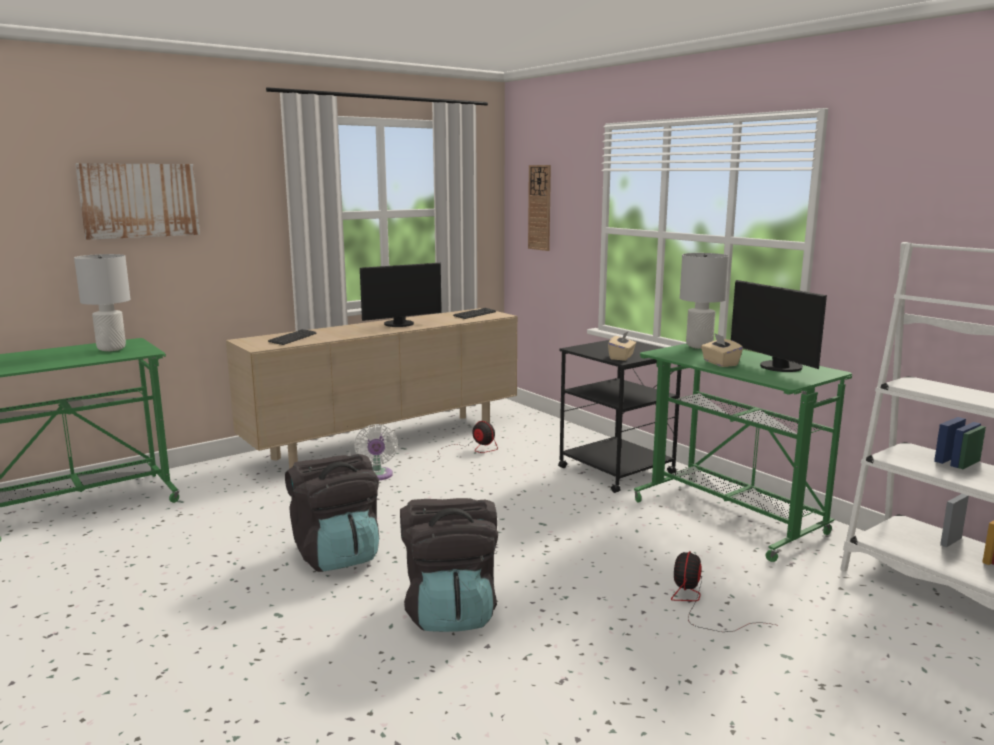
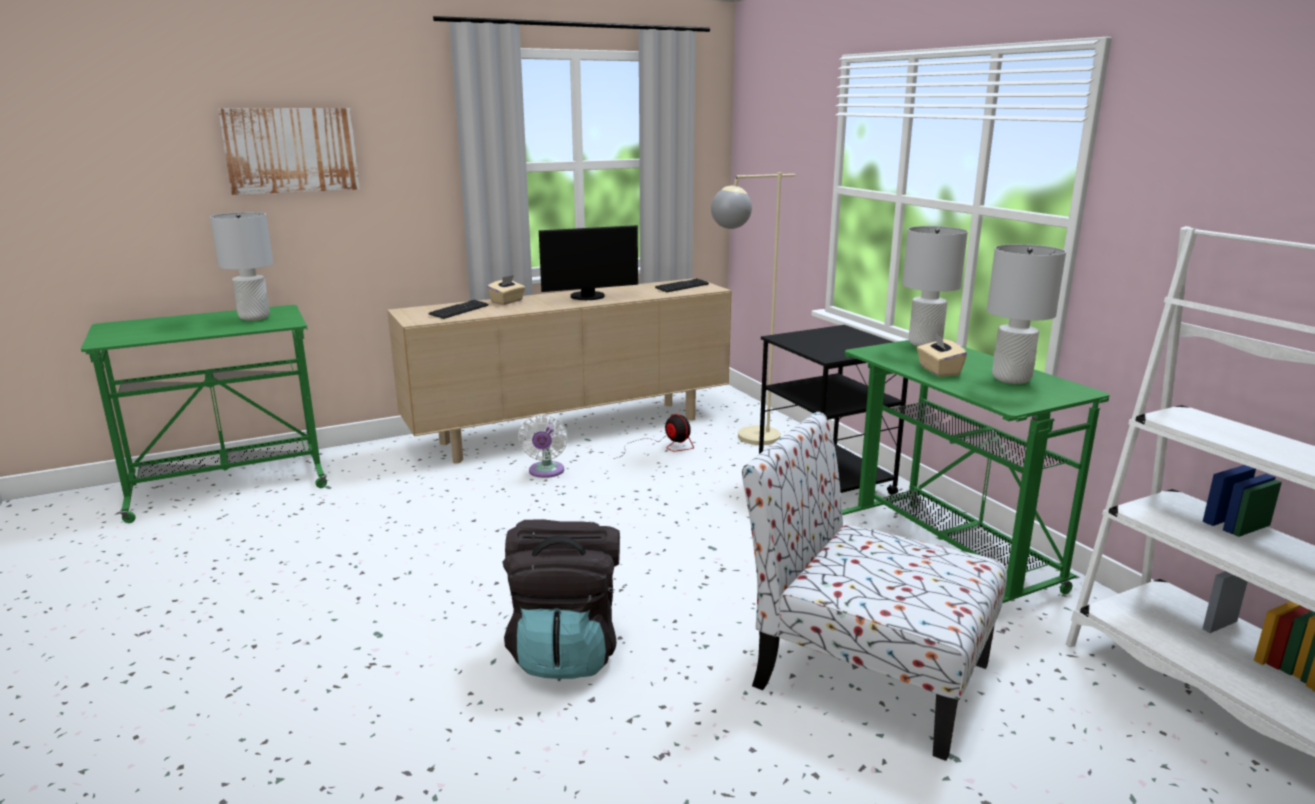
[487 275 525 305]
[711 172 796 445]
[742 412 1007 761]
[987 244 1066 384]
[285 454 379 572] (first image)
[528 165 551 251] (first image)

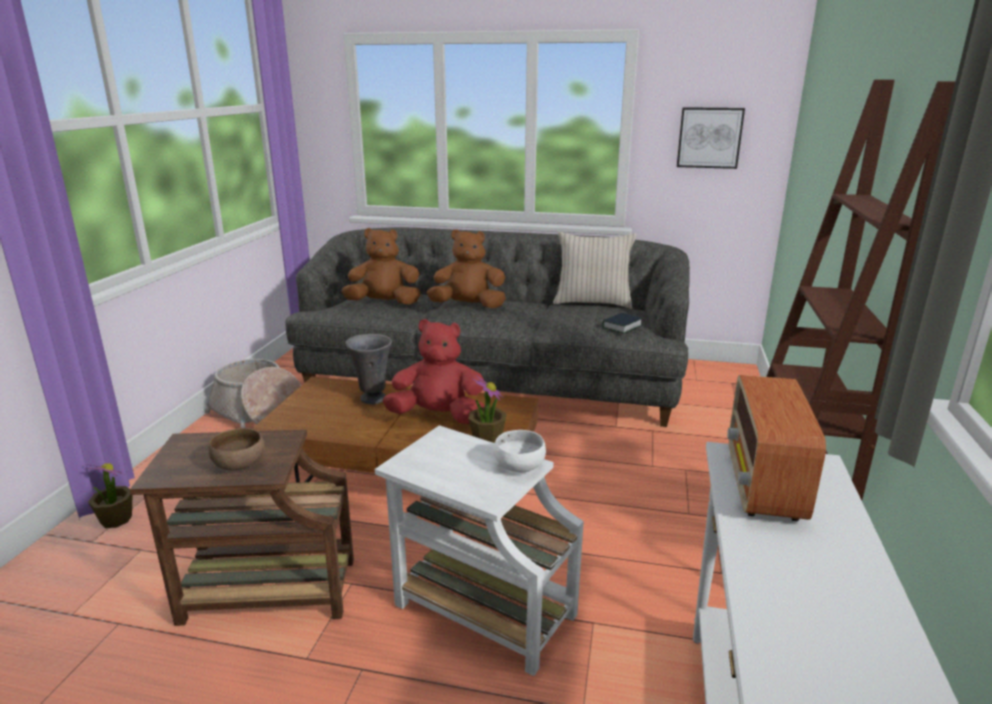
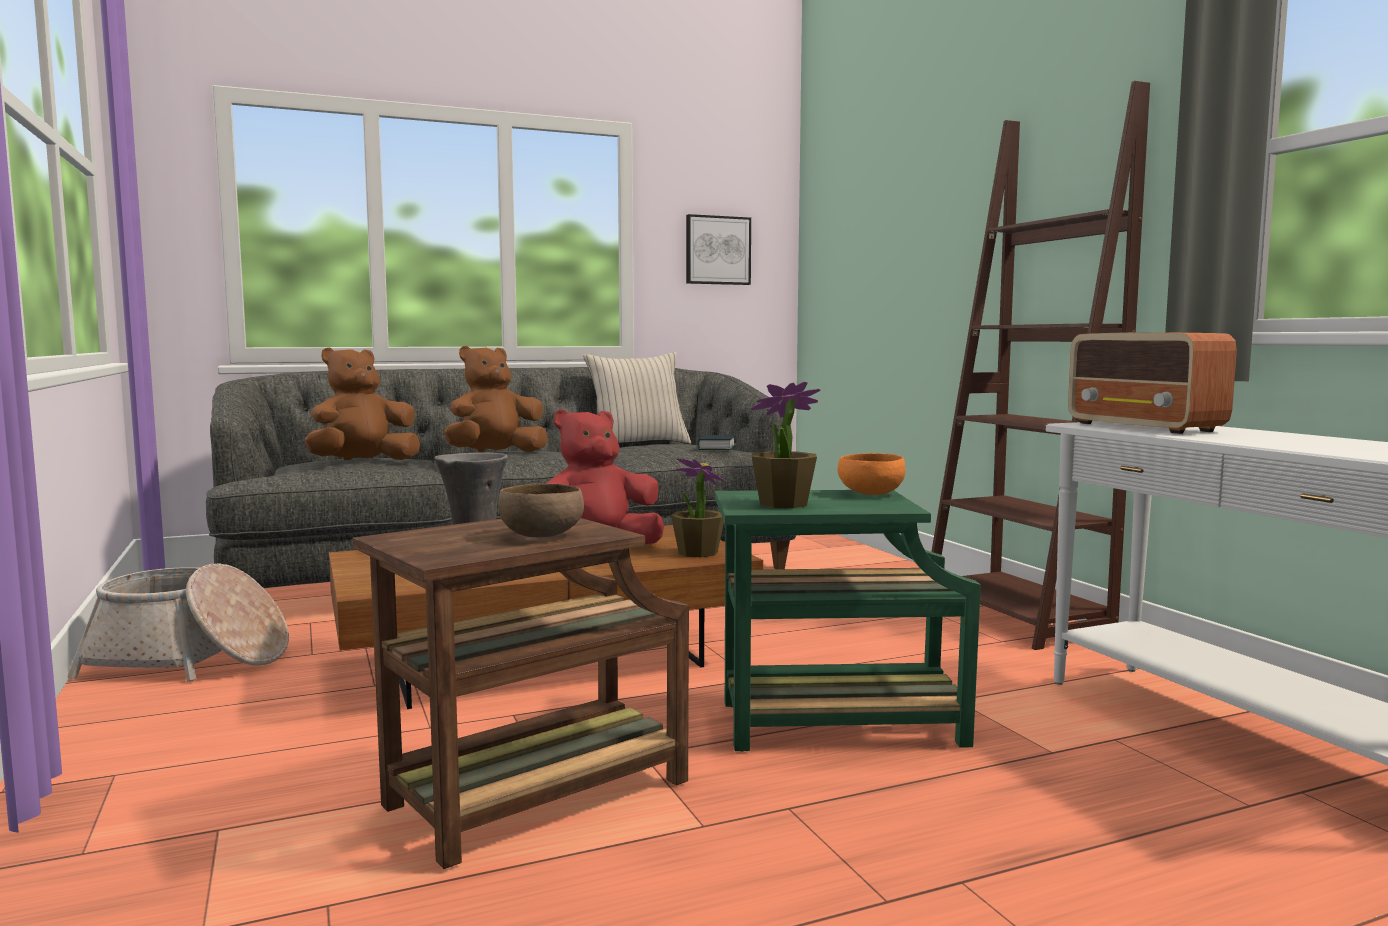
[715 490 981 752]
[751 381 821 508]
[838 453 905 495]

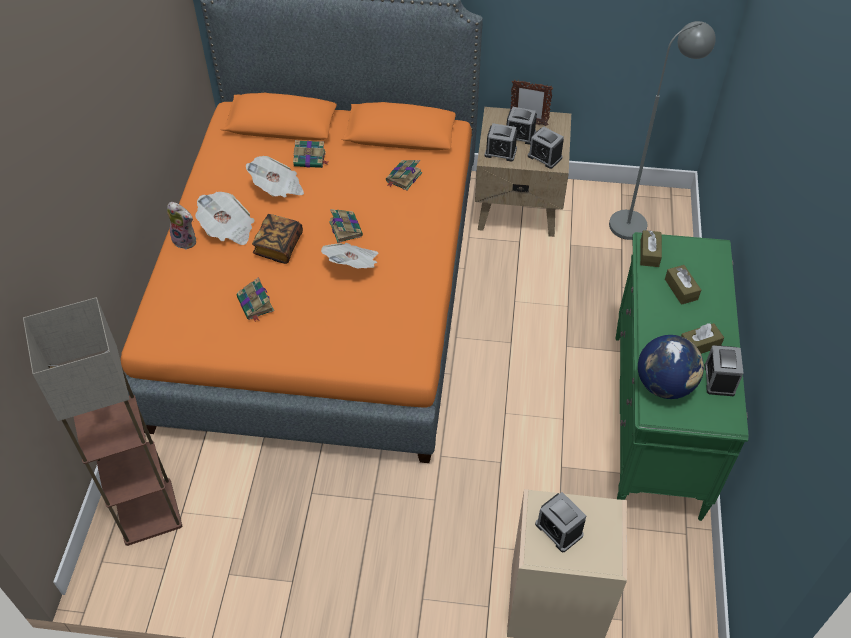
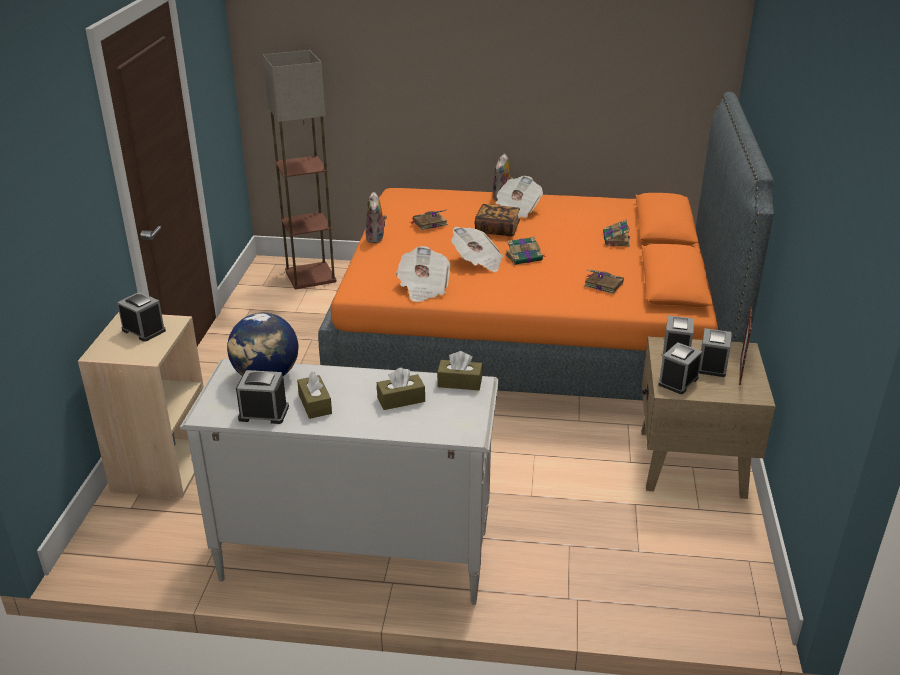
[117 292 166 342]
[180 359 499 605]
[366 192 387 243]
[396 246 451 302]
[609 21 716 240] (first image)

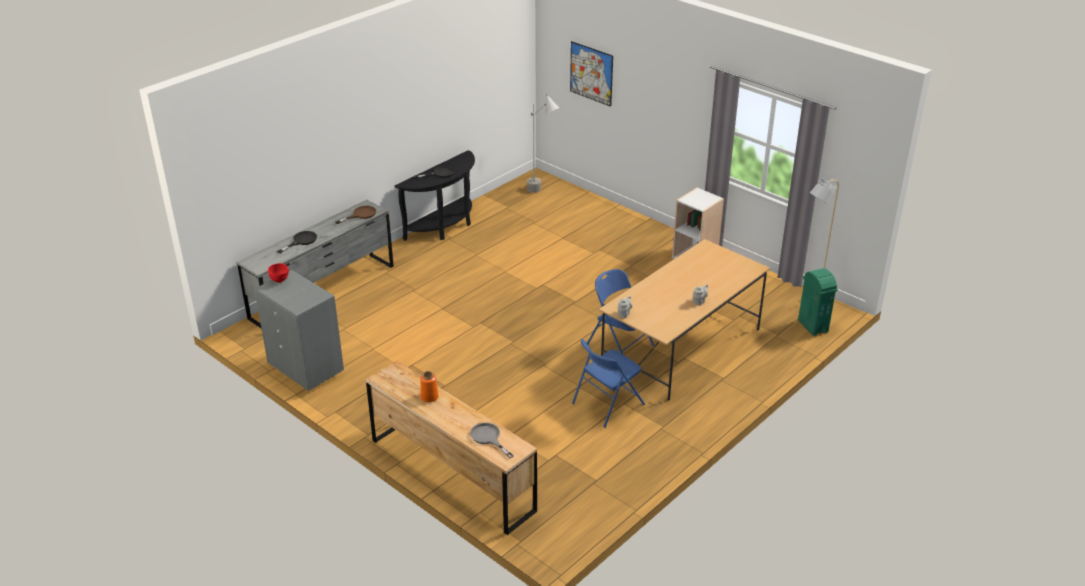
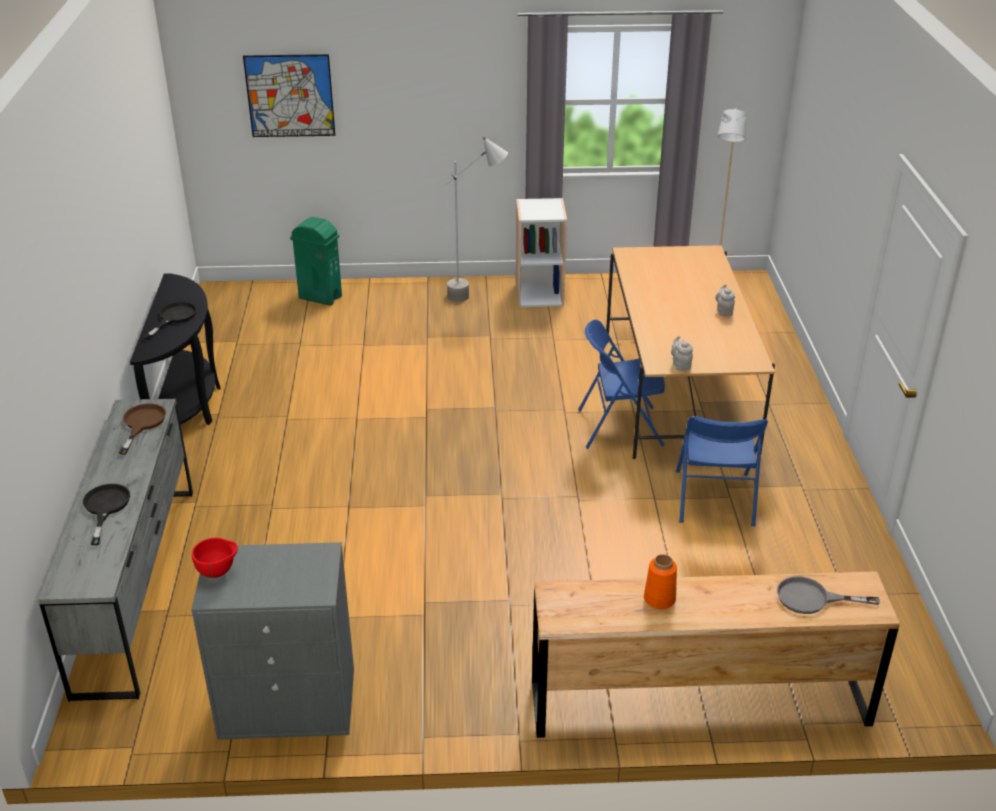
[290 217 342 306]
[445 137 508 302]

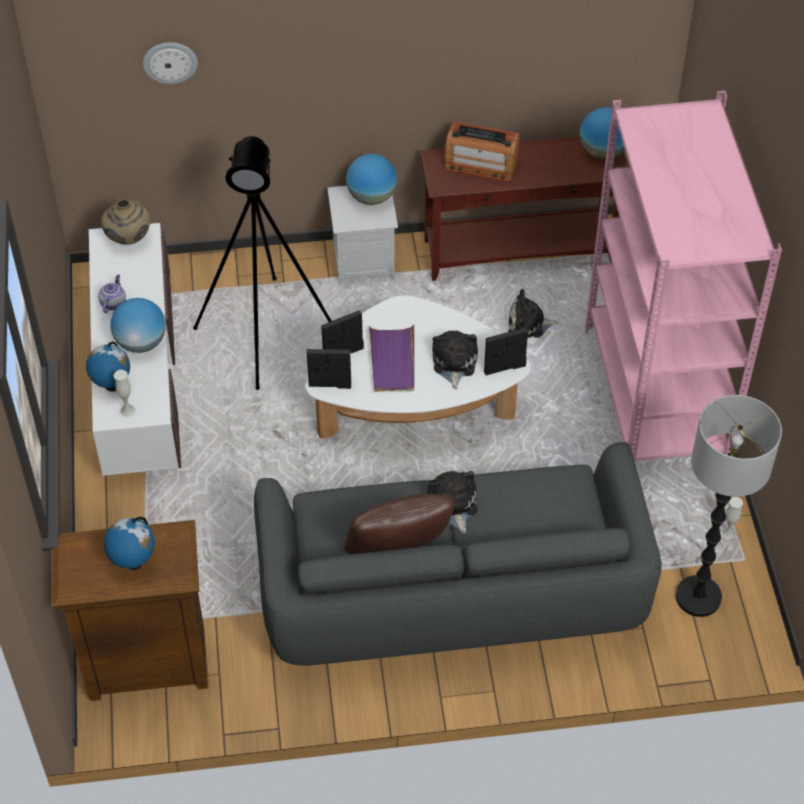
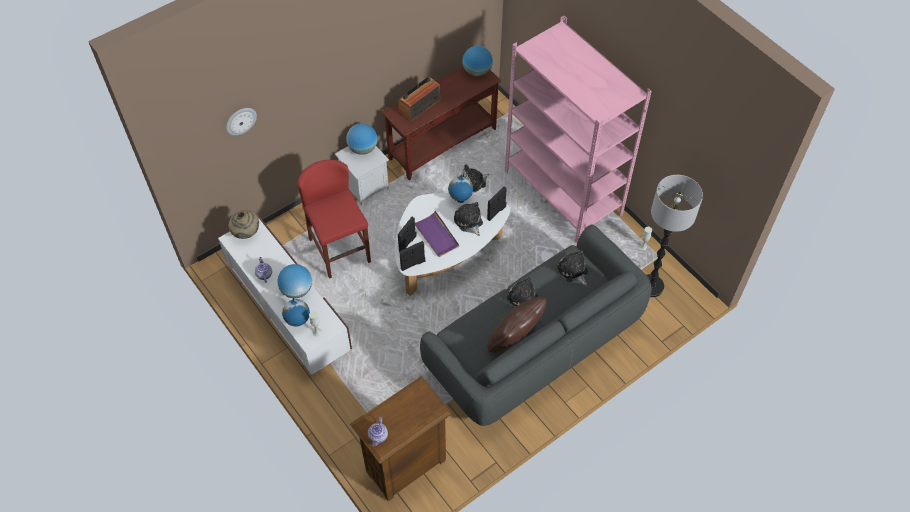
[297 160 371 279]
[368 417 388 446]
[399 77 440 121]
[448 175 473 203]
[557 250 588 286]

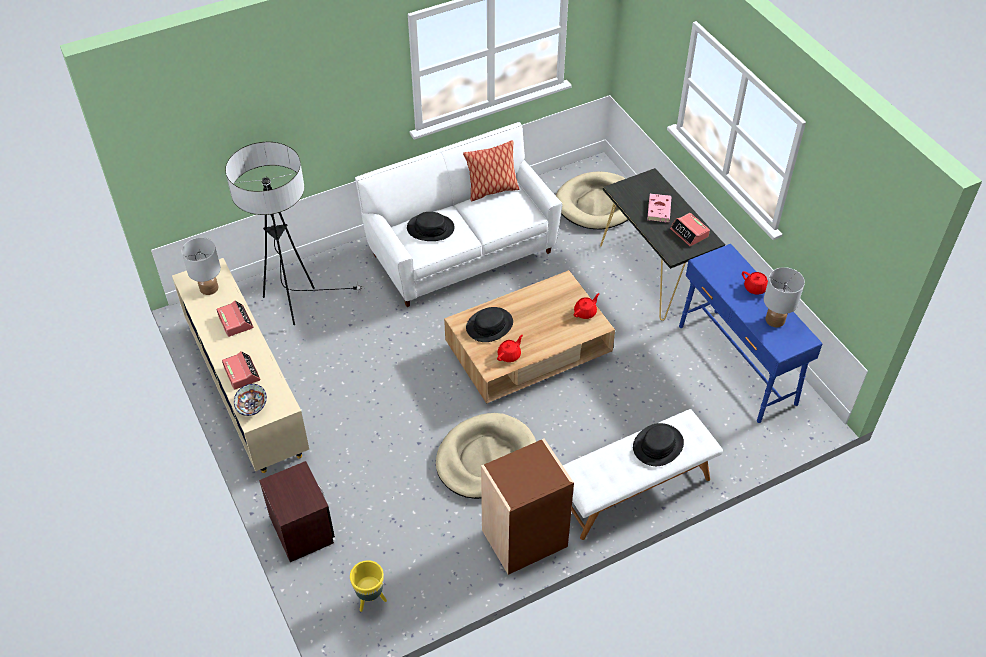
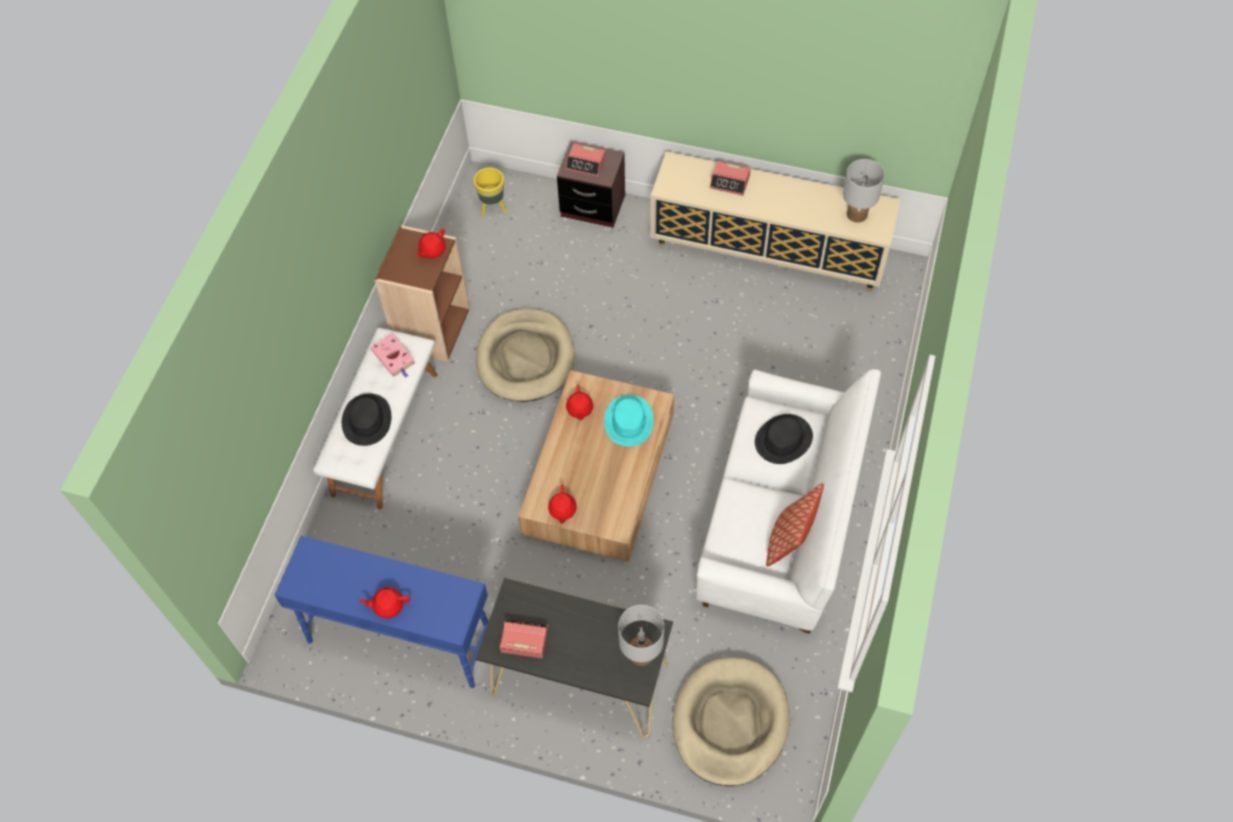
[370 334 415 378]
[416 229 446 258]
[566 143 606 177]
[604 395 654 447]
[618 605 664 666]
[225 142 364 325] (first image)
[234 384 267 416] (first image)

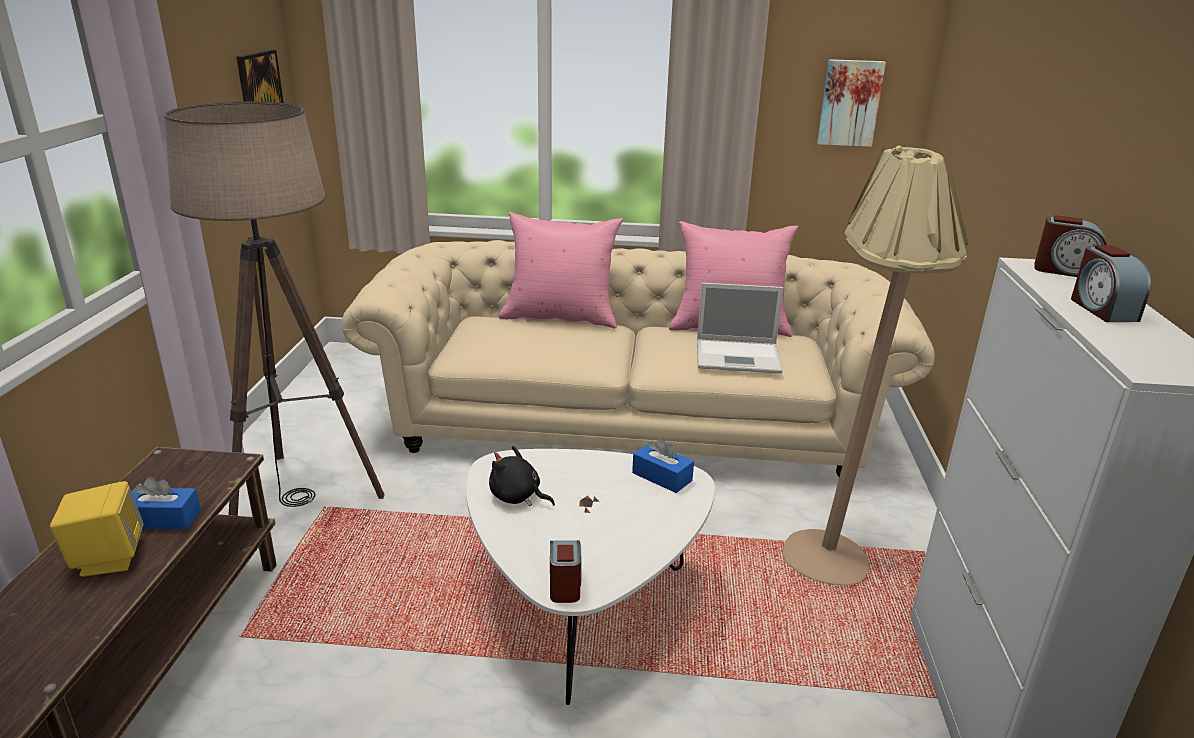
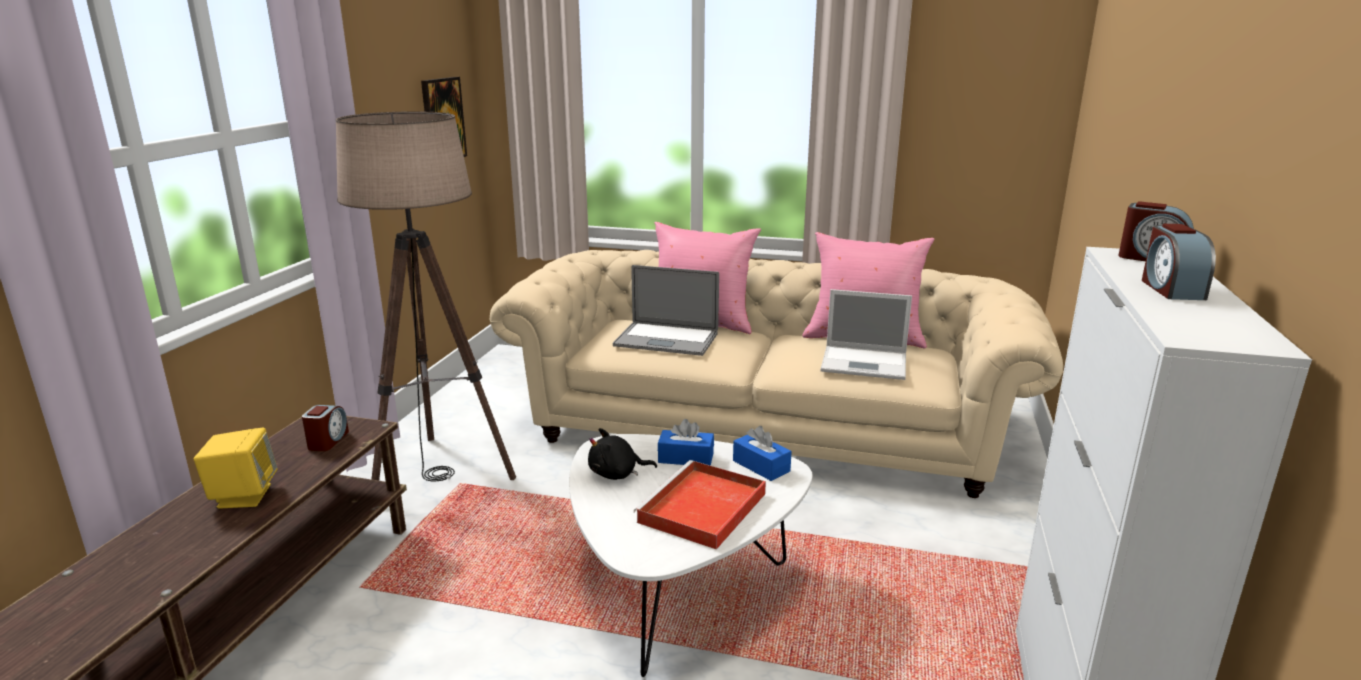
[302 405 349 451]
[588 428 657 480]
[613 265 719 356]
[634 460 766 550]
[658 419 714 466]
[782 145 968 586] (first image)
[817 59 886 147] (first image)

